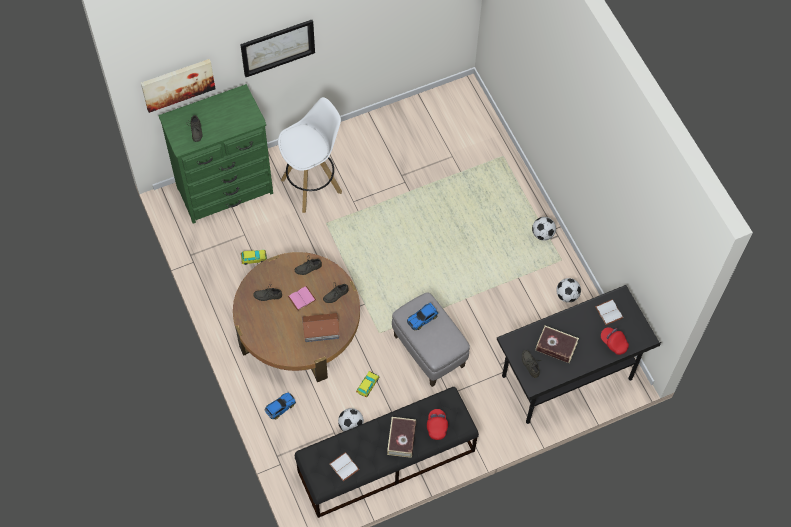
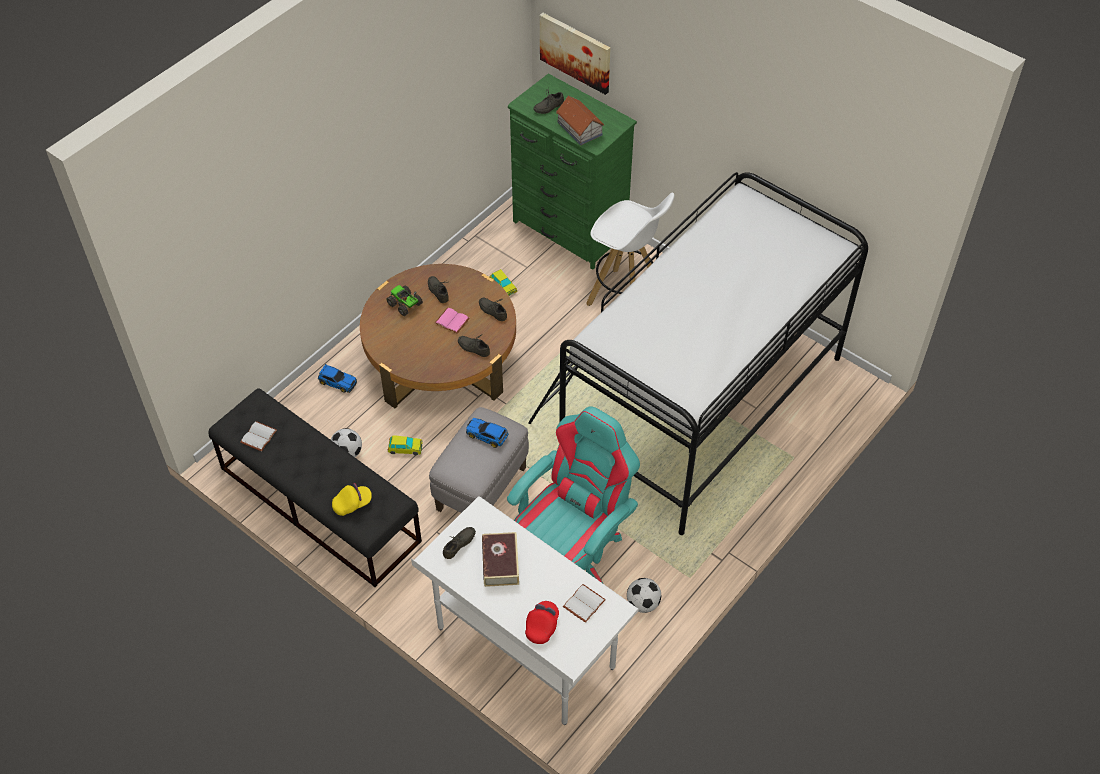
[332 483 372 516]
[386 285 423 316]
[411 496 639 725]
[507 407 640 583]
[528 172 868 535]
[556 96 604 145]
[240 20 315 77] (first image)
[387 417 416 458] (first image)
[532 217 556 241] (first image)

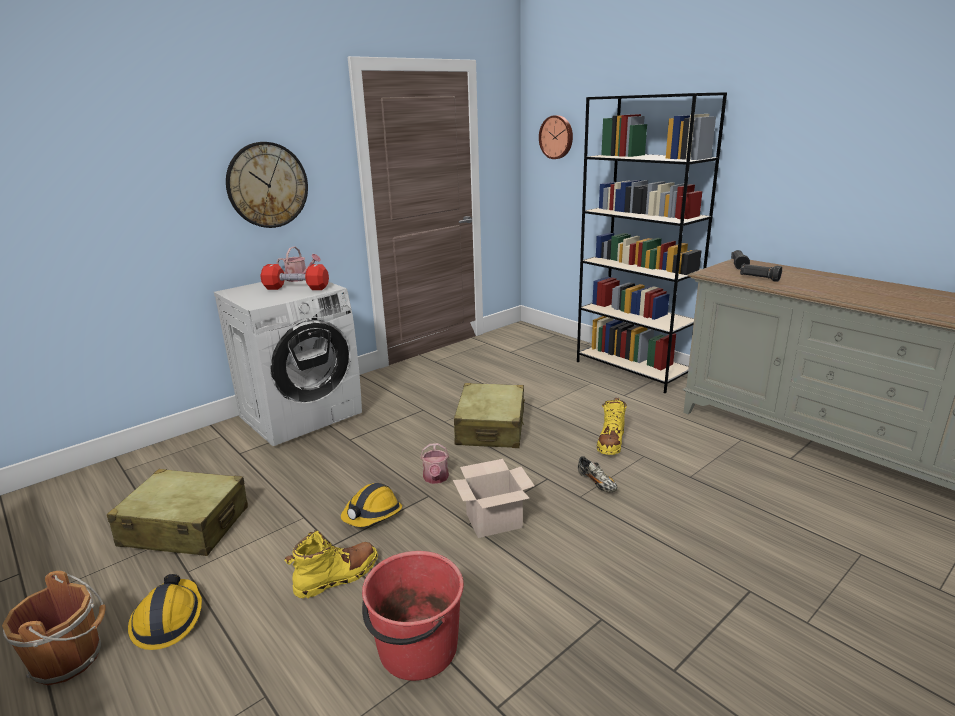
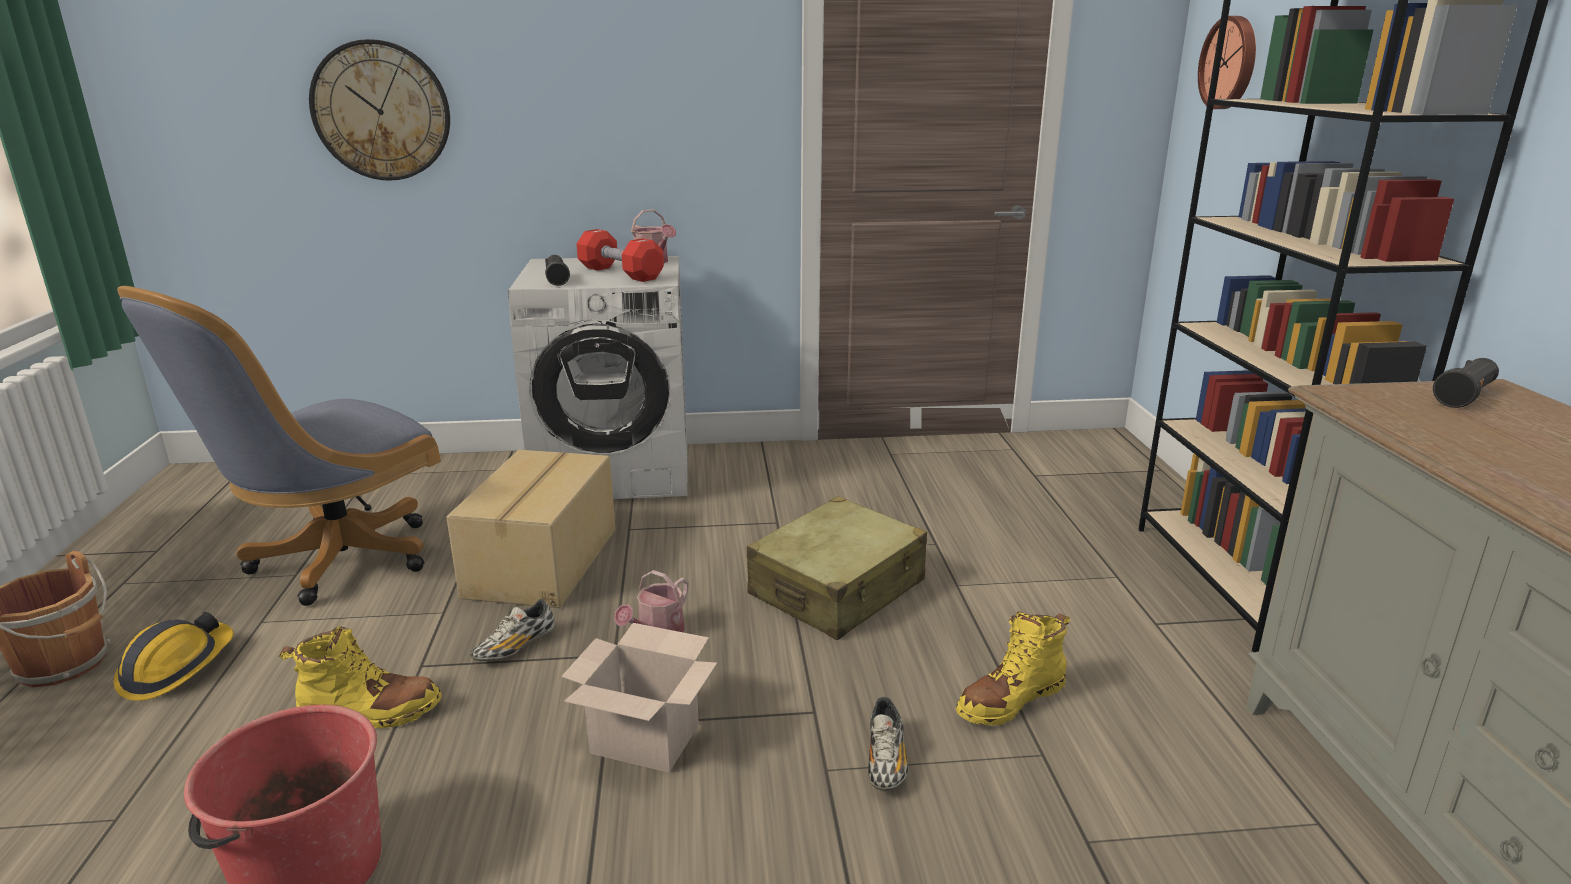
[117 286 441 606]
[309 39 450 181]
[446 450 615 608]
[470 599 555 661]
[545 255 570 286]

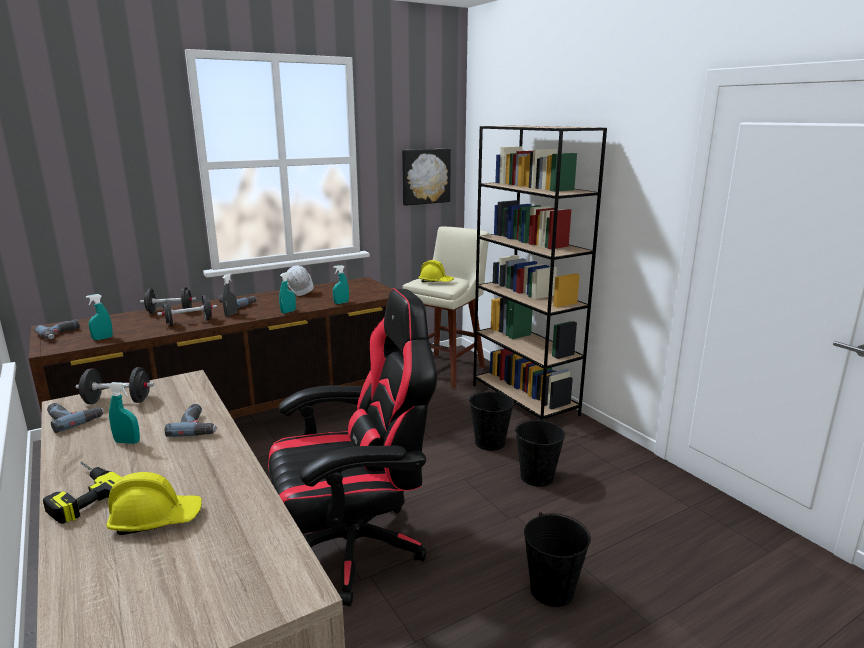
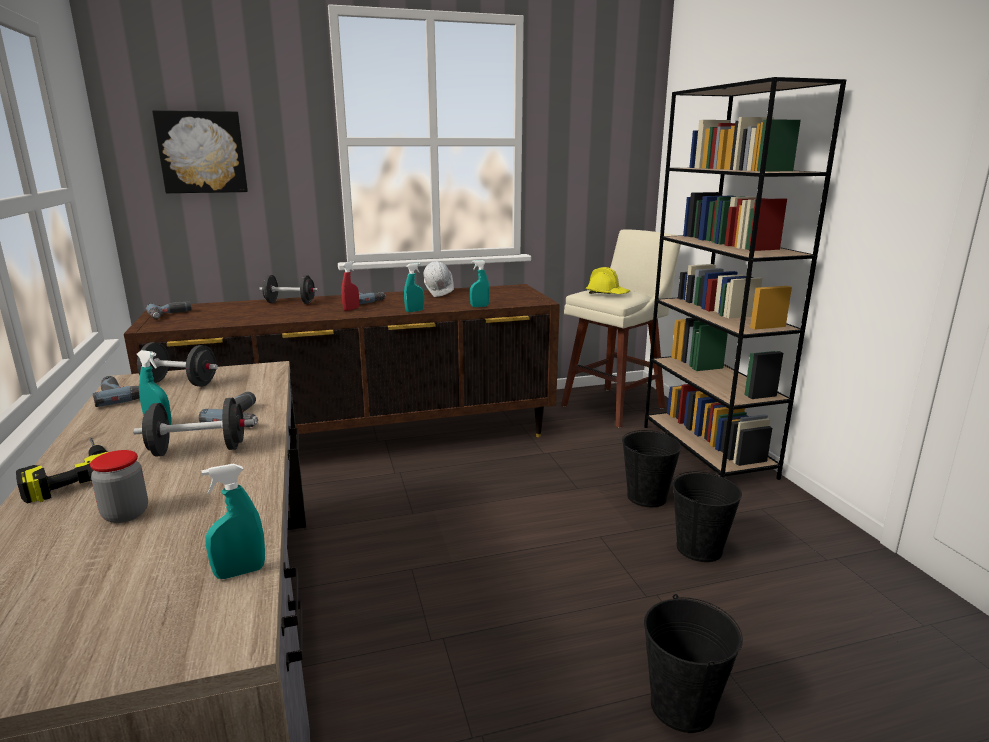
[90 450 148 523]
[133 398 254 457]
[152 110 248 193]
[201 464 265 579]
[341 261 359 311]
[268 288 437 606] (first image)

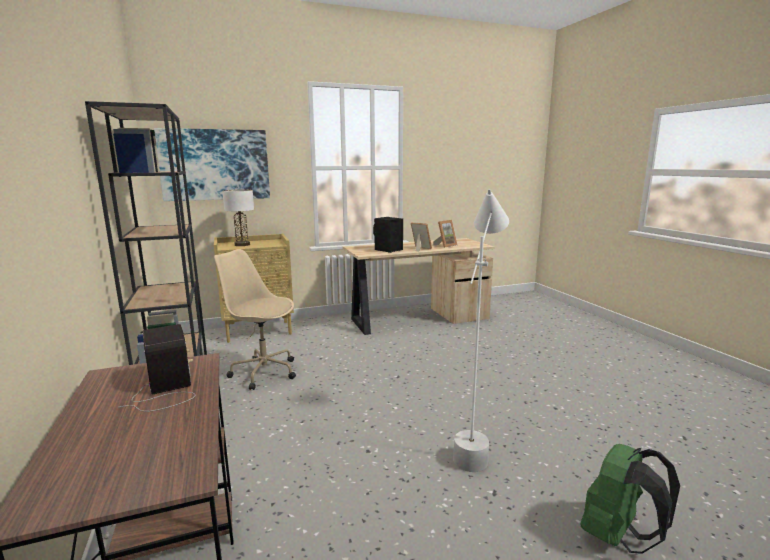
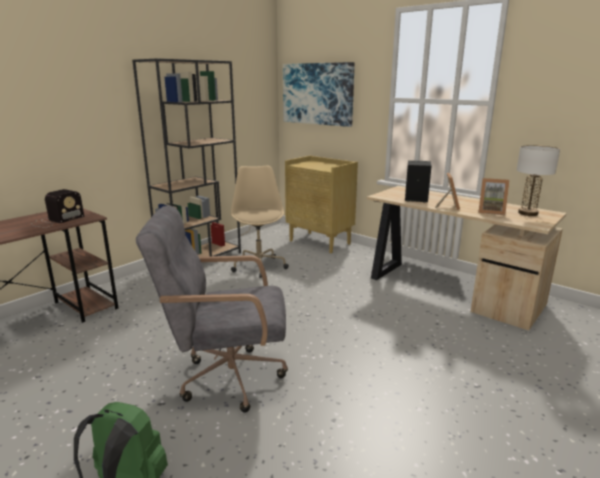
[136 205 288 413]
[517 145 560 216]

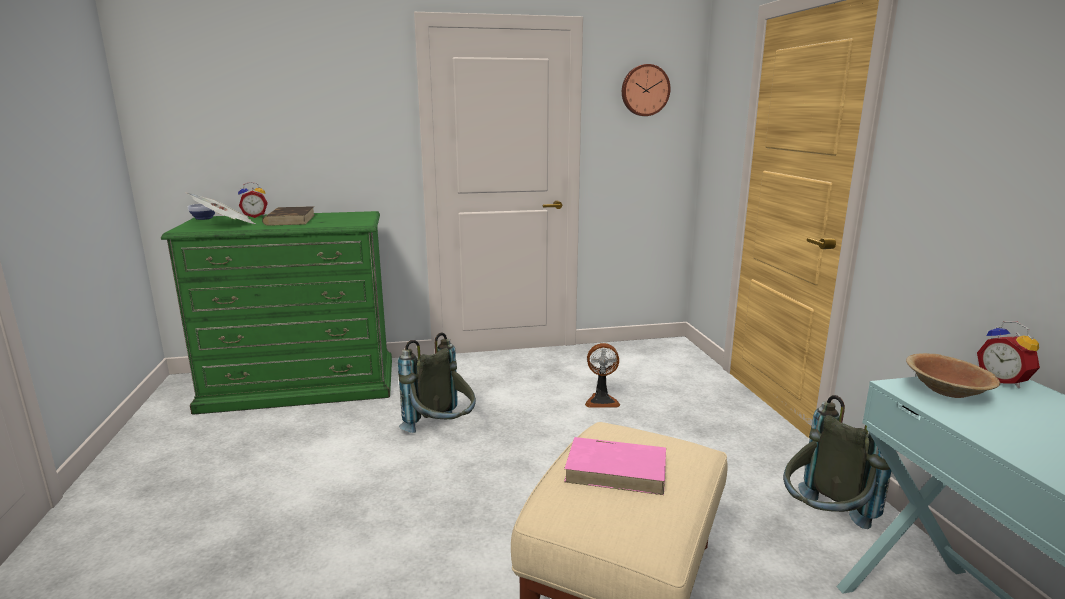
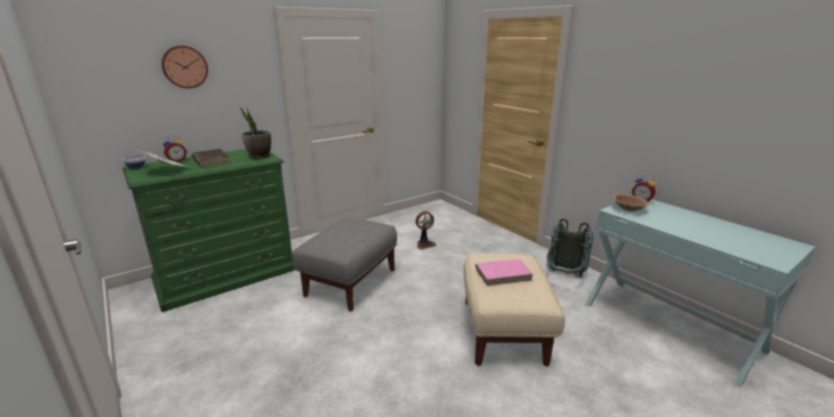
[161 45 208 89]
[240 108 271 159]
[292 218 397 311]

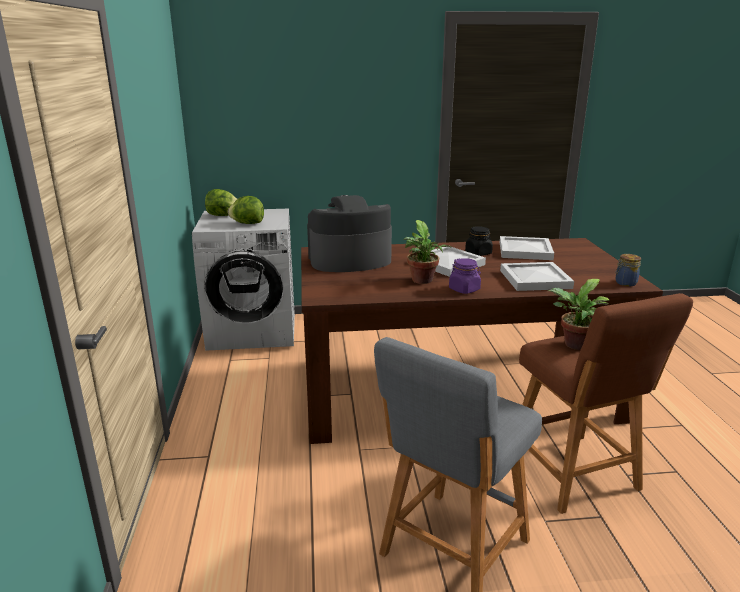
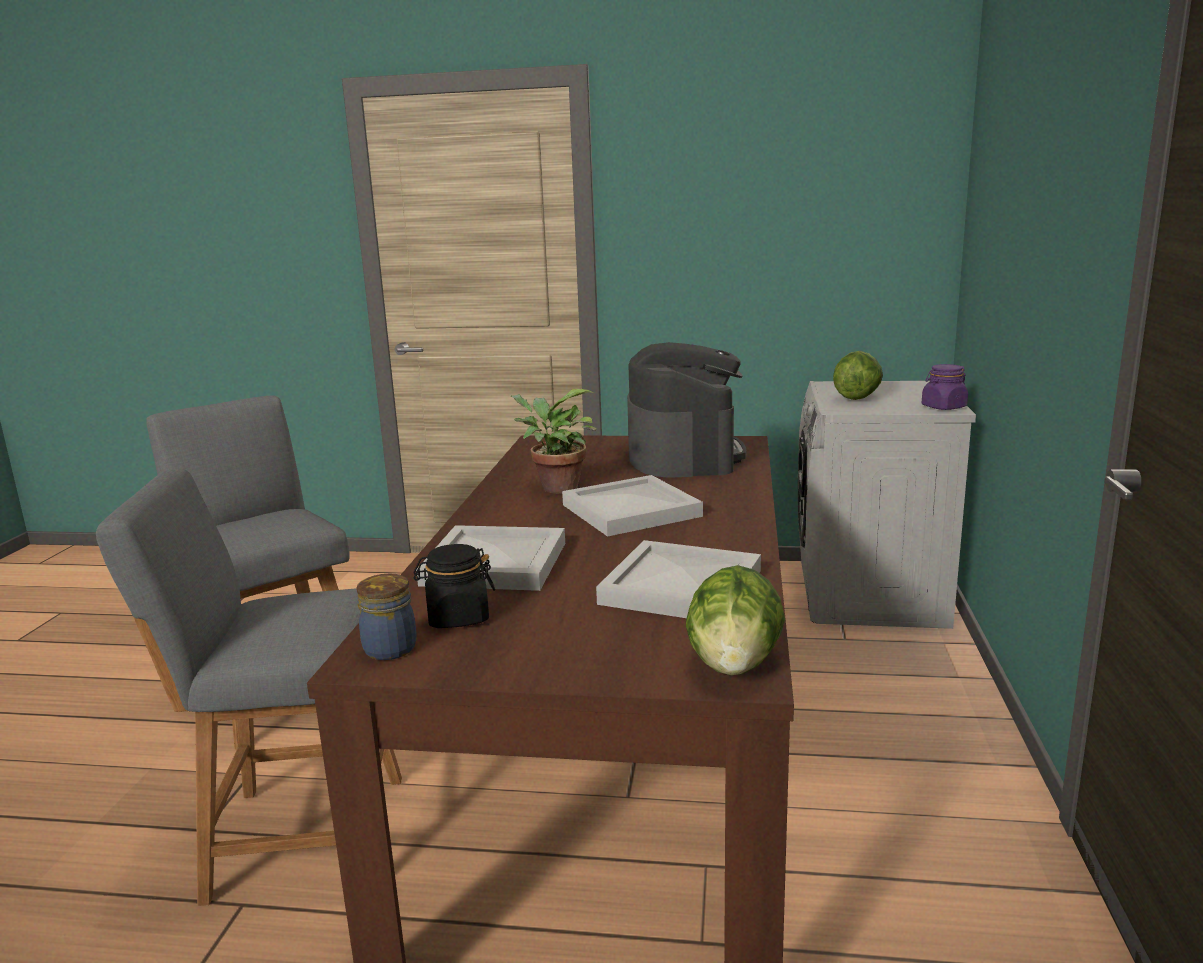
[96 469 402 906]
[413 544 495 628]
[686 565 785 676]
[922 364 968 410]
[548 279 610 350] (first image)

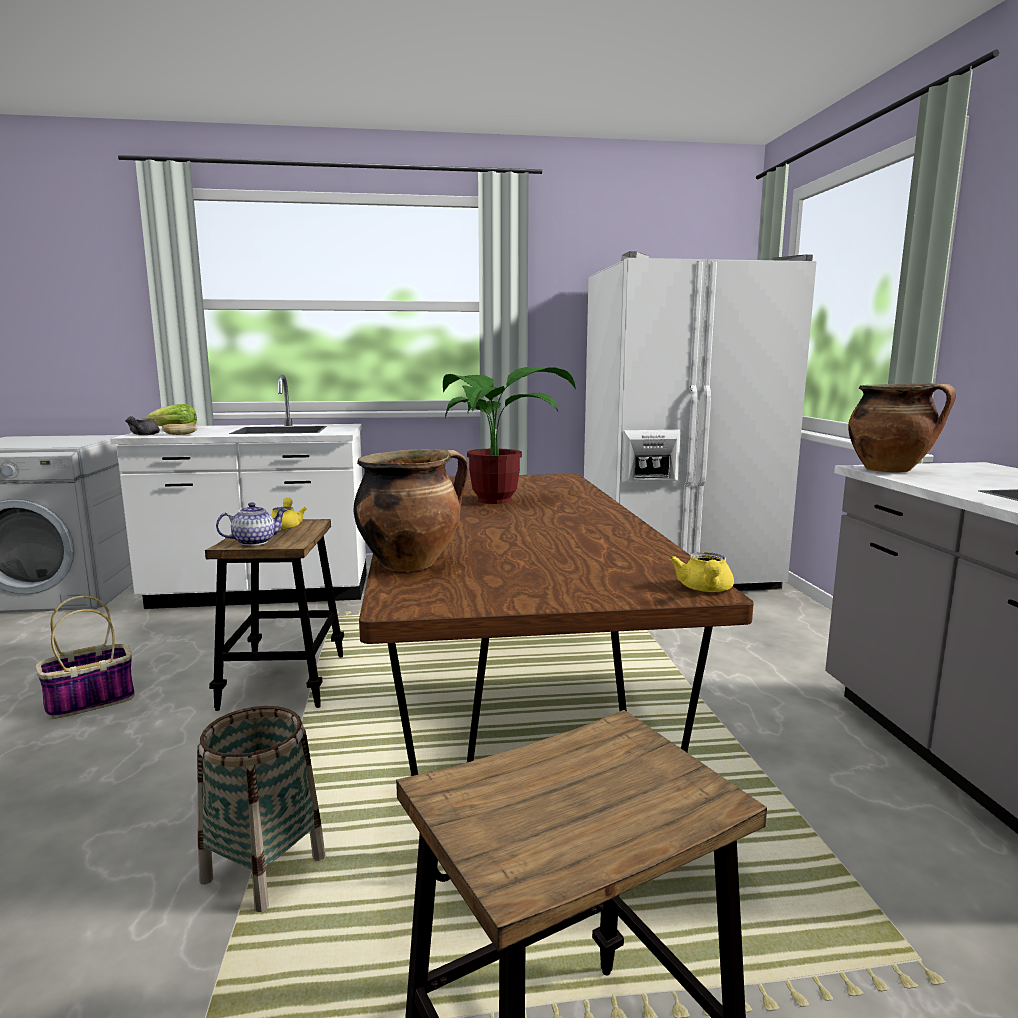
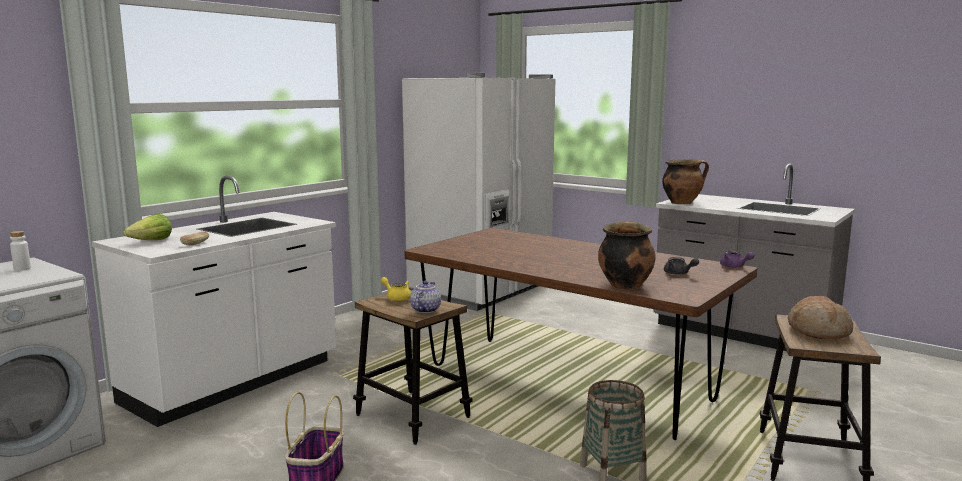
[10 231 31 271]
[664 257 699 275]
[720 251 755 268]
[788 296 853 339]
[443 367 576 504] (first image)

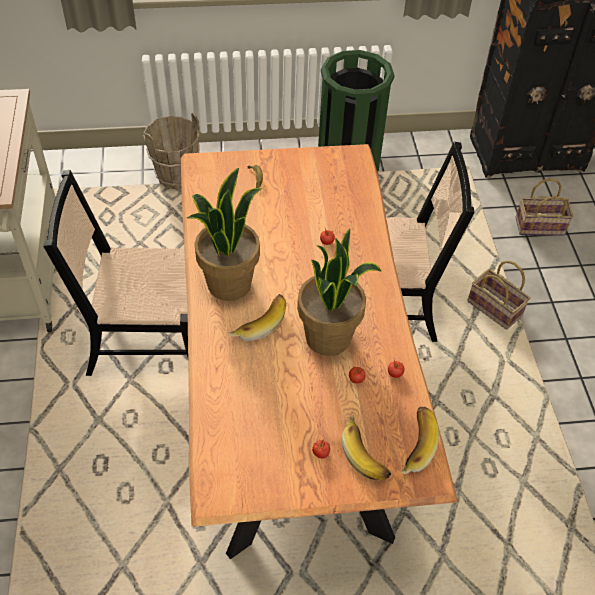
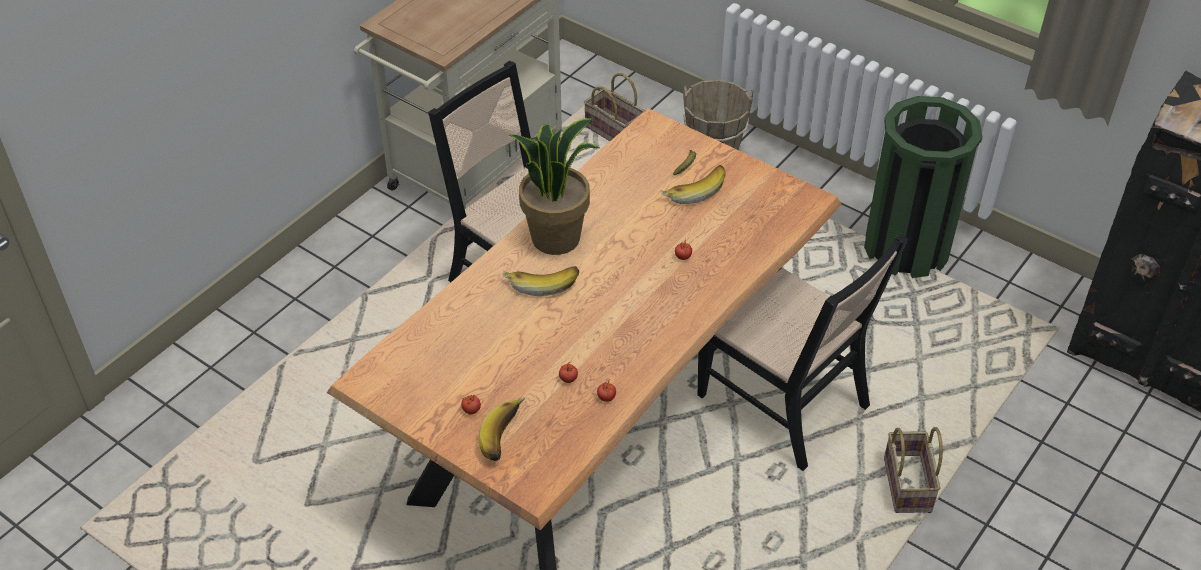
[584 73 645 141]
[660 165 726 204]
[297 228 382 356] (first image)

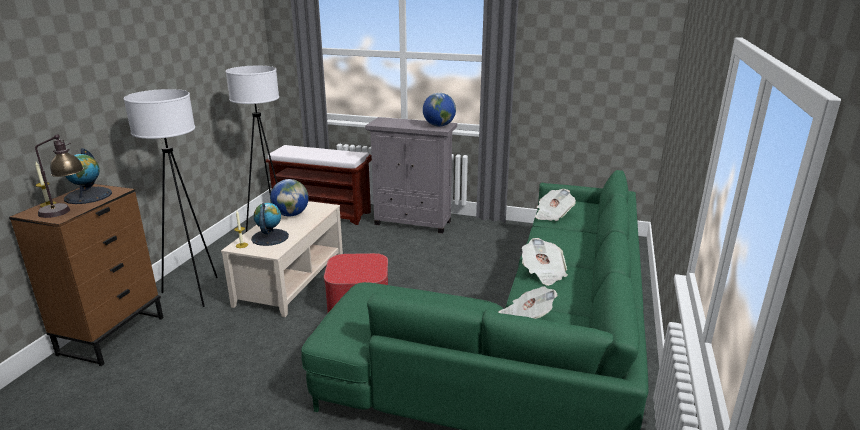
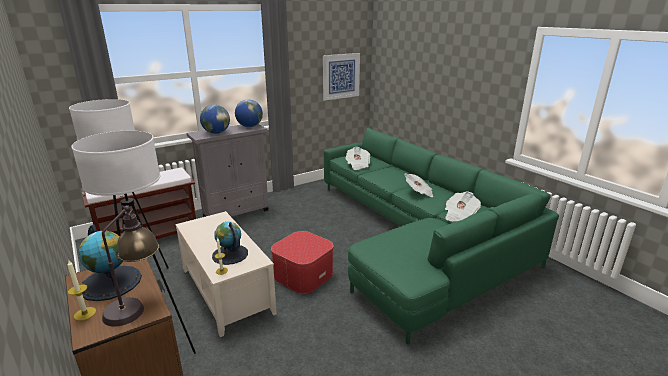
[200 104 230 134]
[323 53 360 101]

